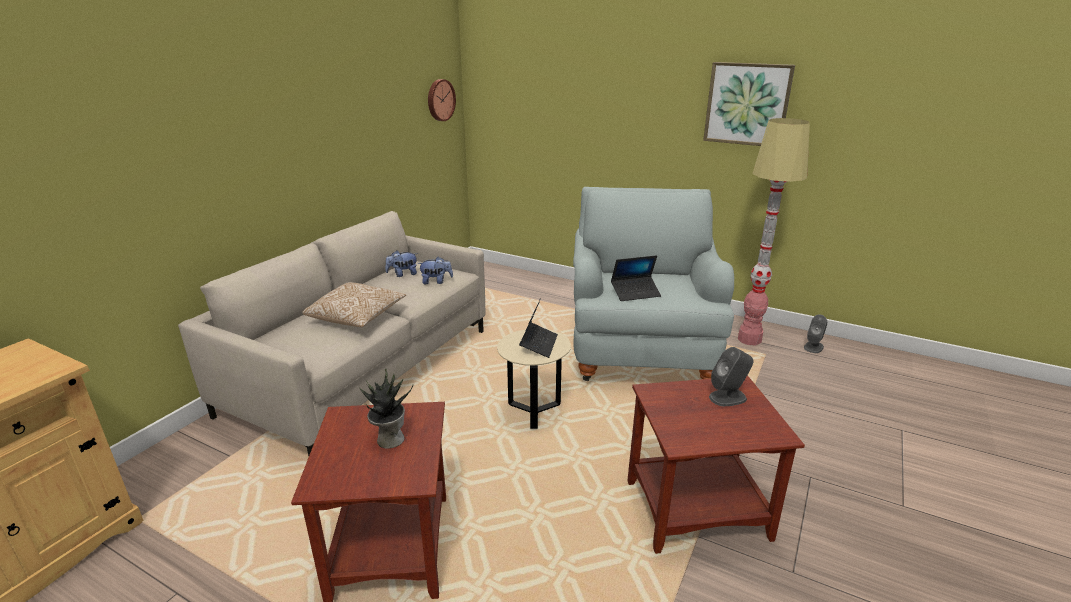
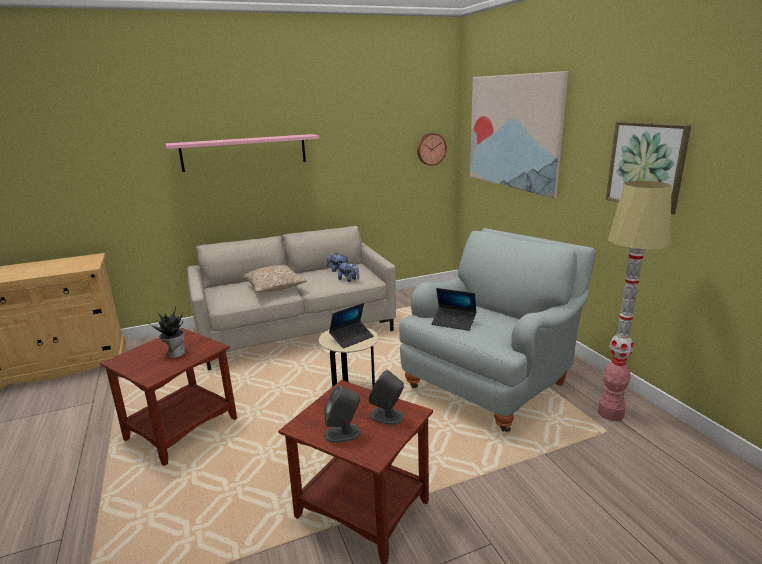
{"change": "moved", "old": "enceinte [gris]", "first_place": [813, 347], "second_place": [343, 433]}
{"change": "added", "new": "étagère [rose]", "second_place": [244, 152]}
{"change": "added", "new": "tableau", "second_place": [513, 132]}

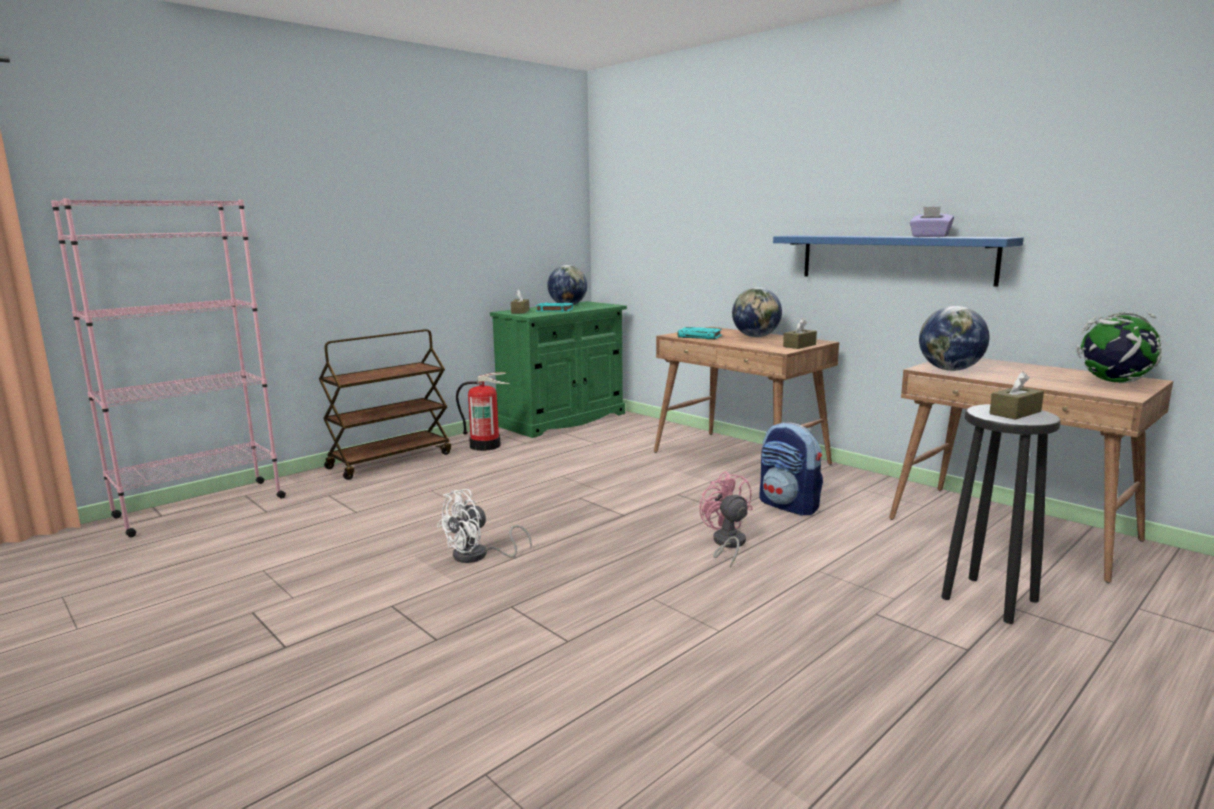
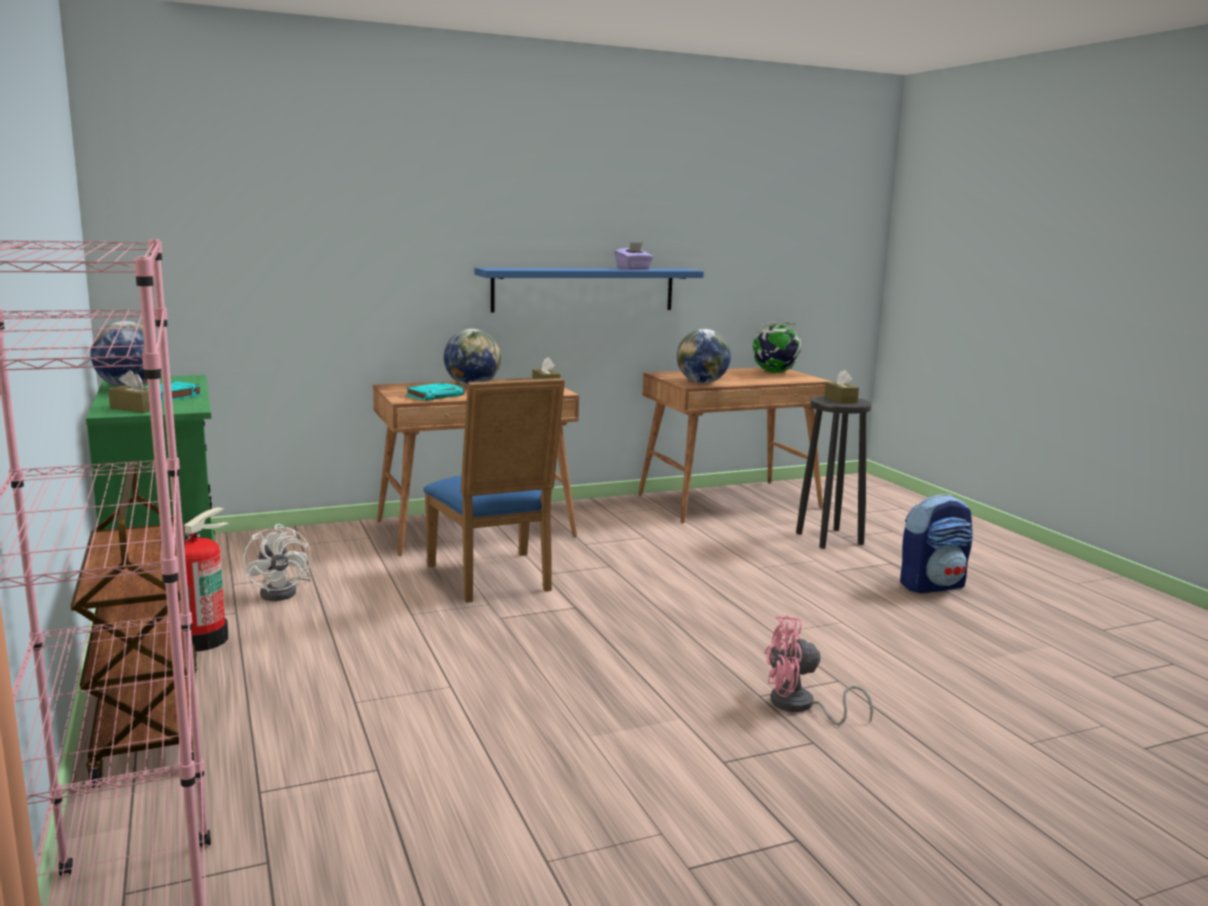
{"change": "moved", "old": "ventilateur [blanc]", "first_place": [478, 556], "second_place": [284, 592]}
{"change": "moved", "old": "ventilateur [rose]", "first_place": [727, 544], "second_place": [800, 706]}
{"change": "moved", "old": "sac à dos", "first_place": [789, 506], "second_place": [932, 585]}
{"change": "added", "new": "chaise [bleu]", "second_place": [494, 580]}

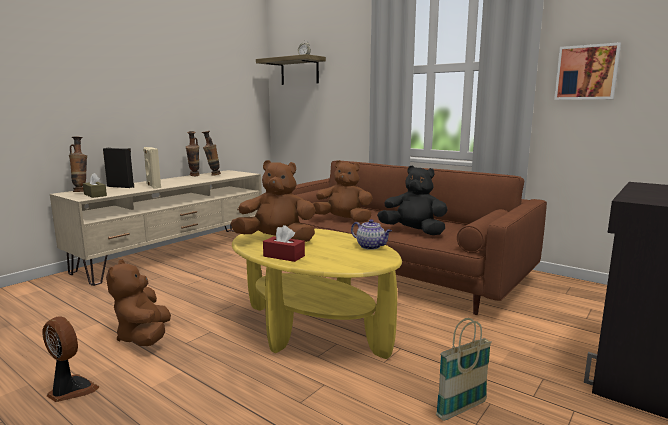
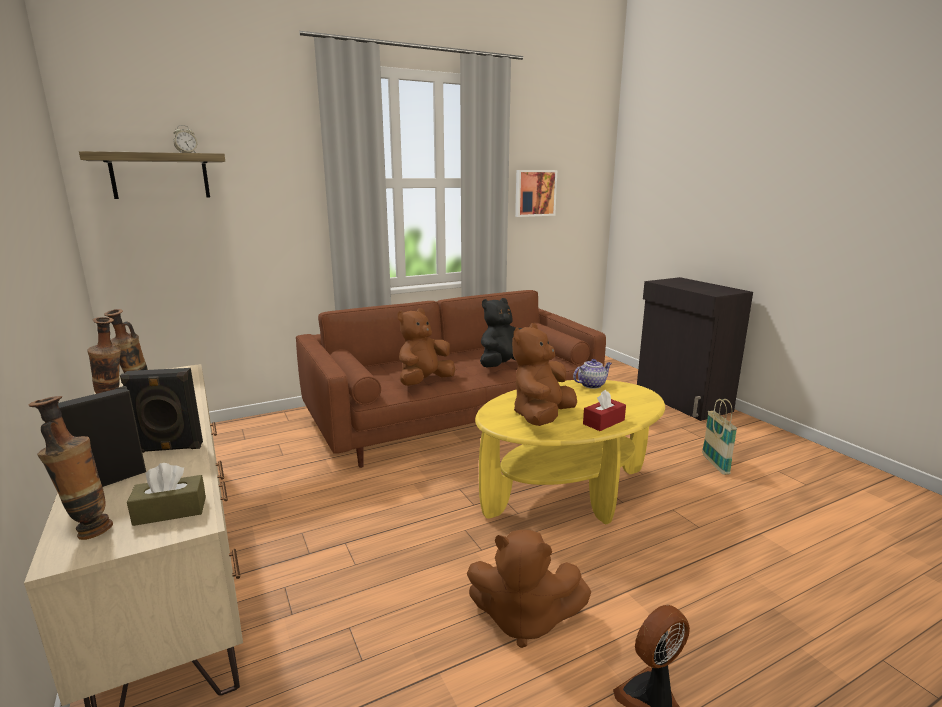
{"change": "recoloured", "old": "enceinte [beige]", "new": "enceinte [noir]", "first_place": [153, 186], "second_place": [169, 448]}

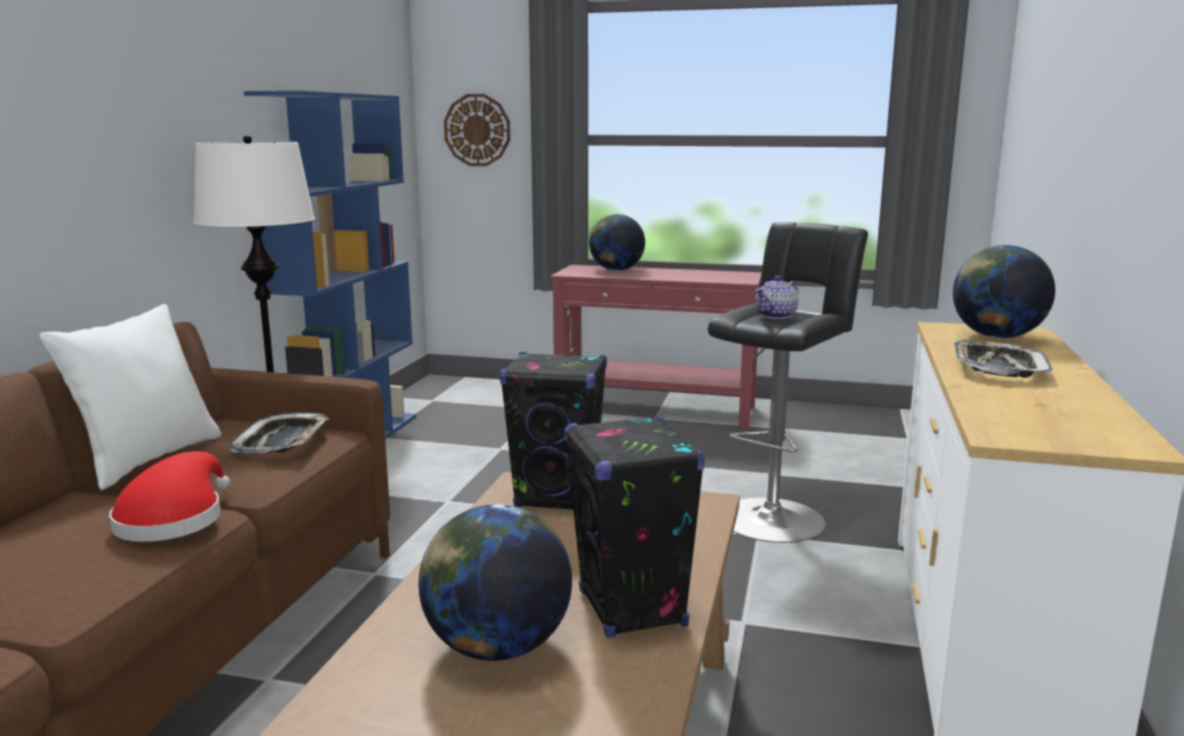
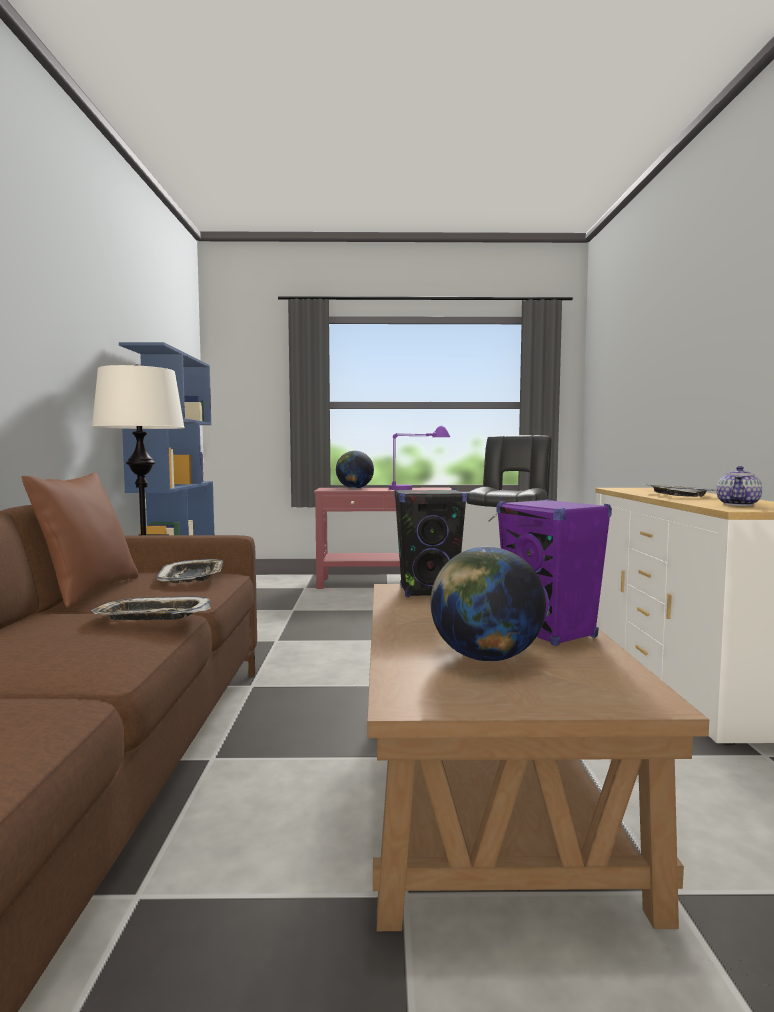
{"change": "recoloured", "old": "coussin [blanc]", "new": "coussin [marron]", "first_place": [147, 459], "second_place": [88, 591]}
{"change": "replaced", "old": "chapeau [rouge]", "new": "plateau", "first_place": [174, 519], "second_place": [153, 616]}
{"change": "removed", "old": "horloge murale", "first_place": [477, 130]}
{"change": "recoloured", "old": "enceinte [noir]", "new": "enceinte [violet]", "first_place": [632, 609], "second_place": [551, 633]}
{"change": "moved", "old": "théière", "first_place": [776, 316], "second_place": [738, 504]}
{"change": "removed", "old": "globe", "first_place": [996, 336]}
{"change": "added", "new": "lampe de table [violet]", "second_place": [418, 488]}

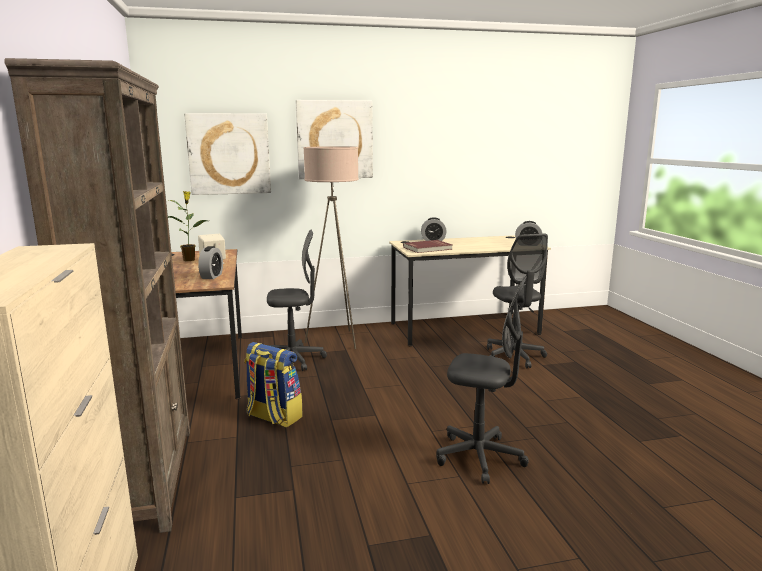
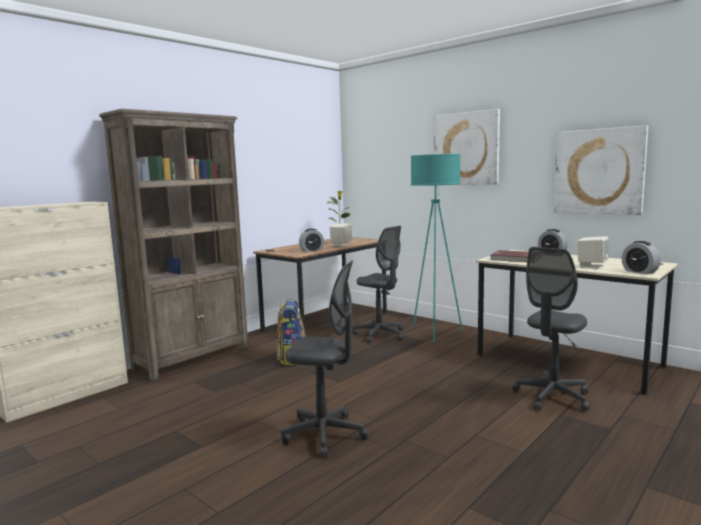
{"change": "moved", "old": "tableau", "first_place": [229, 154], "second_place": [598, 171]}
{"change": "recoloured", "old": "lampadaire [beige]", "new": "lampadaire [turquoise]", "first_place": [336, 340], "second_place": [436, 333]}
{"change": "turned", "old": "chaise de bureau [gris]", "first_place": [480, 457], "second_place": [324, 435], "degrees": -60}
{"change": "added", "new": "enceinte [beige]", "second_place": [591, 266]}

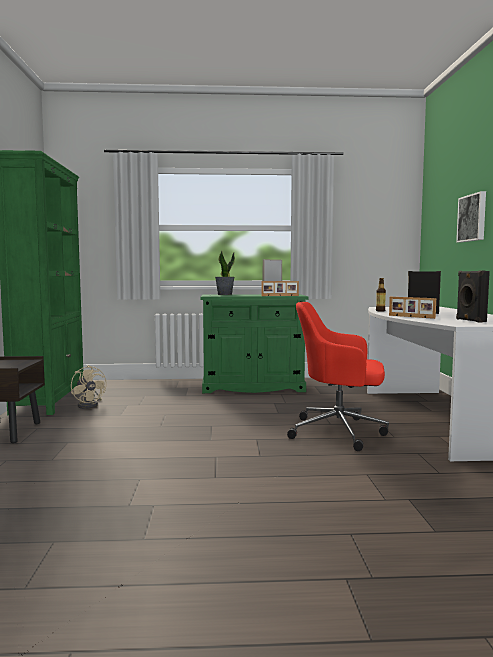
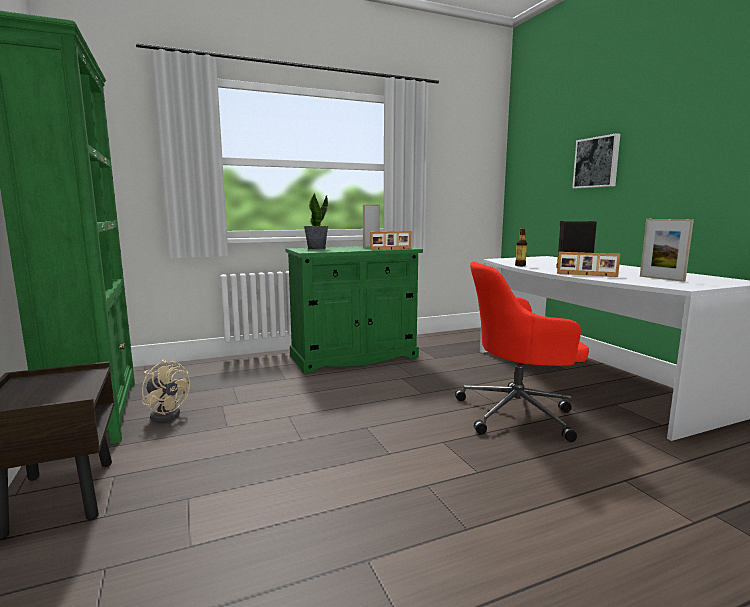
{"change": "replaced", "old": "enceinte [noir]", "new": "cadre photo", "first_place": [470, 320], "second_place": [661, 278]}

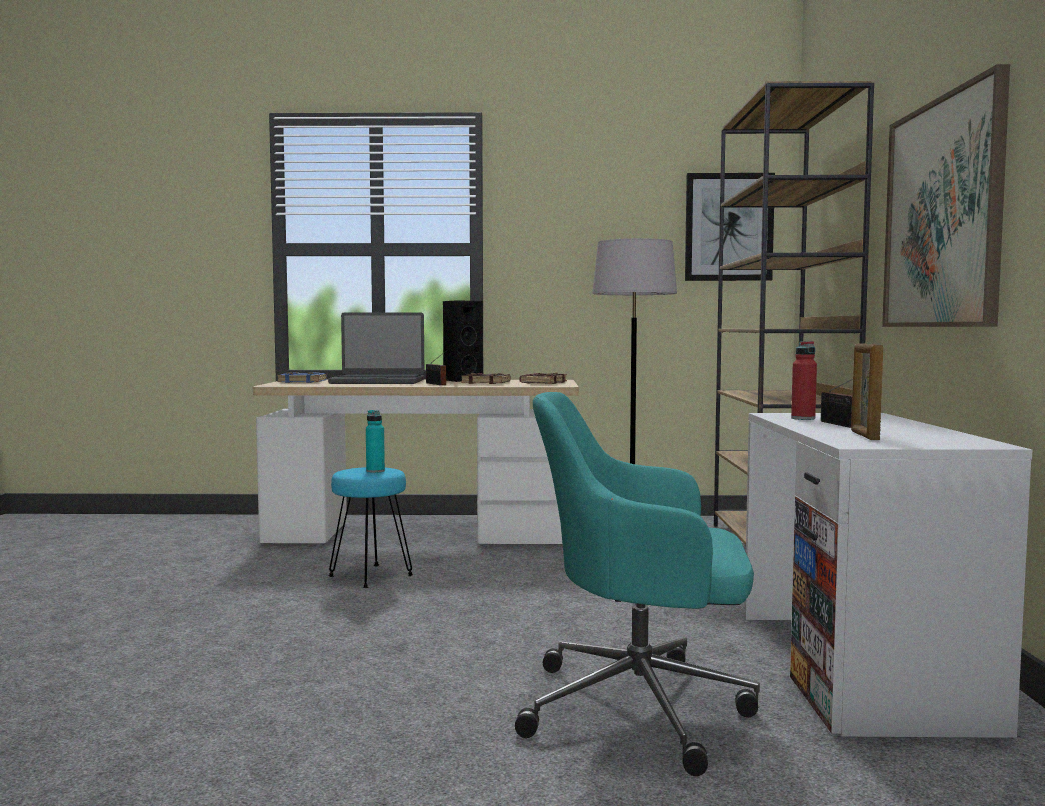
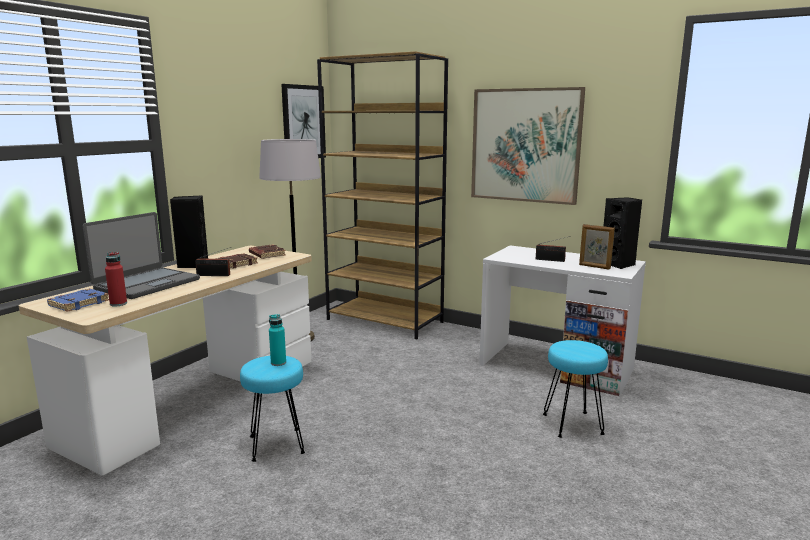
{"change": "replaced", "old": "chaise de bureau [turquoise]", "new": "tabouret [turquoise]", "first_place": [642, 708], "second_place": [571, 424]}
{"change": "moved", "old": "bouteille [rouge]", "first_place": [803, 418], "second_place": [118, 304]}
{"change": "added", "new": "enceinte [noir]", "second_place": [619, 264]}

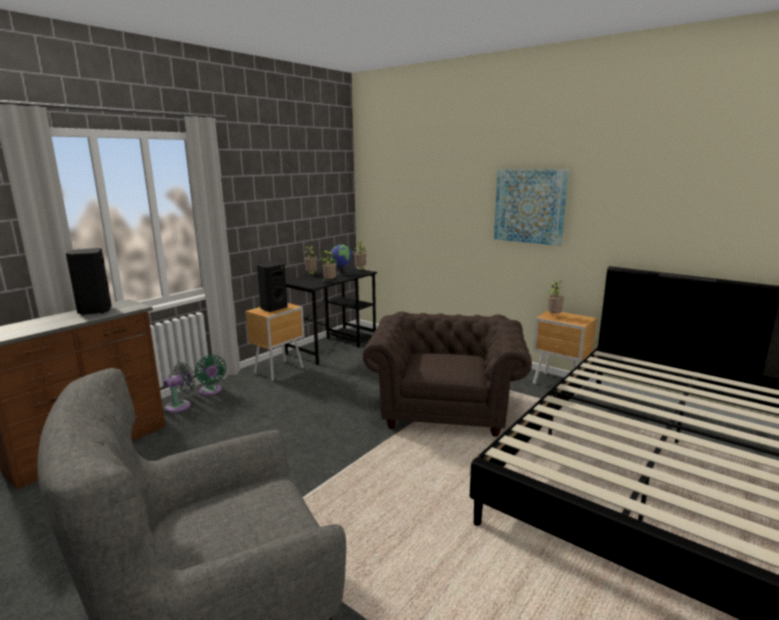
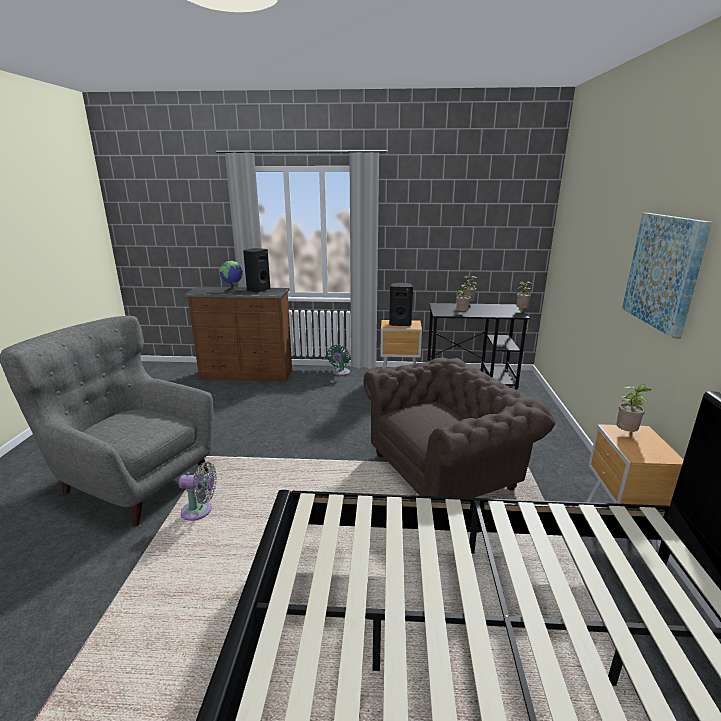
{"change": "moved", "old": "ventilateur [gris]", "first_place": [181, 405], "second_place": [200, 511]}
{"change": "moved", "old": "globe", "first_place": [341, 273], "second_place": [233, 290]}

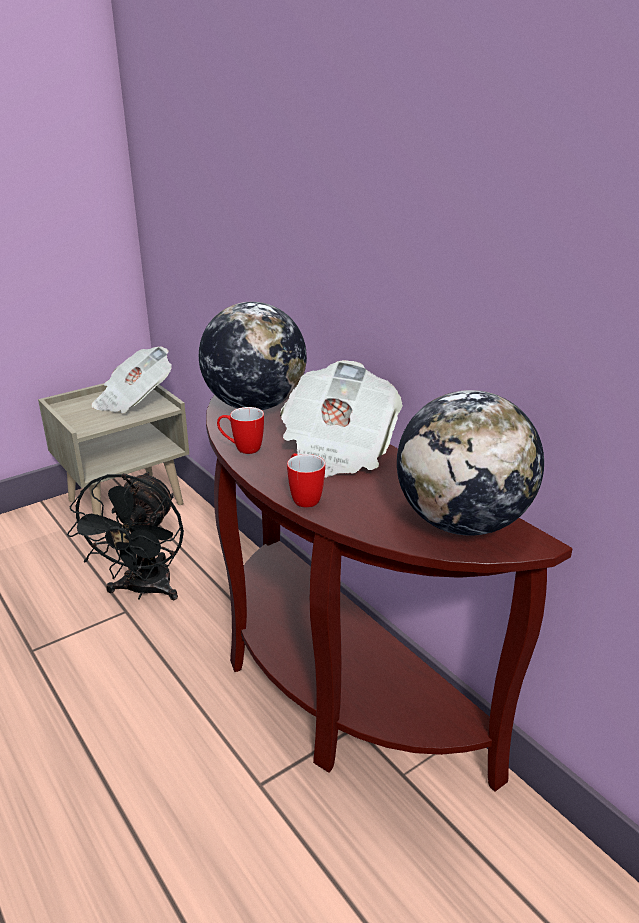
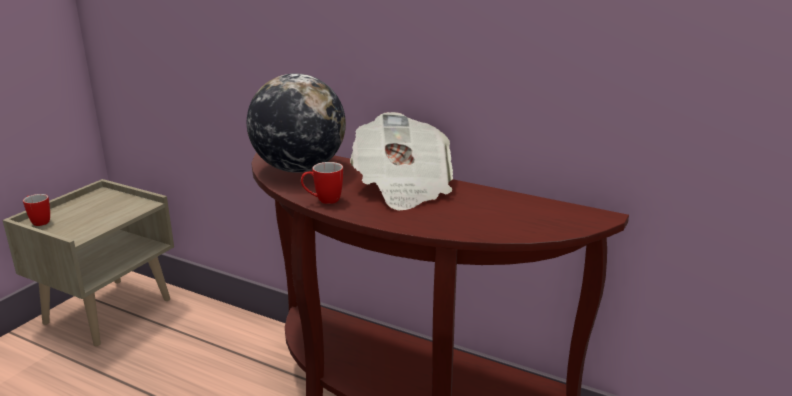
{"change": "removed", "old": "ventilateur [noir]", "first_place": [144, 591]}
{"change": "removed", "old": "journal", "first_place": [133, 400]}
{"change": "moved", "old": "mug", "first_place": [303, 497], "second_place": [39, 221]}
{"change": "removed", "old": "globe", "first_place": [462, 523]}

